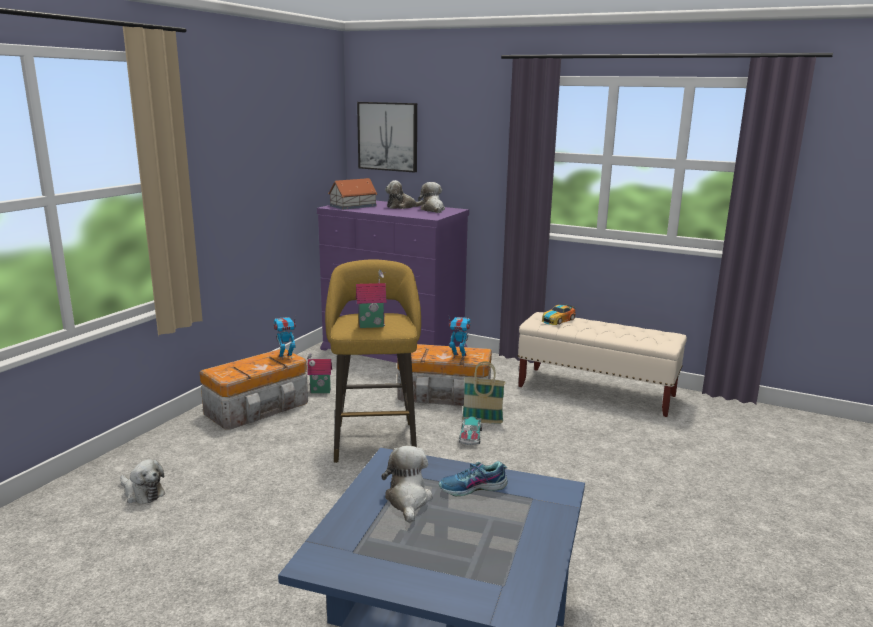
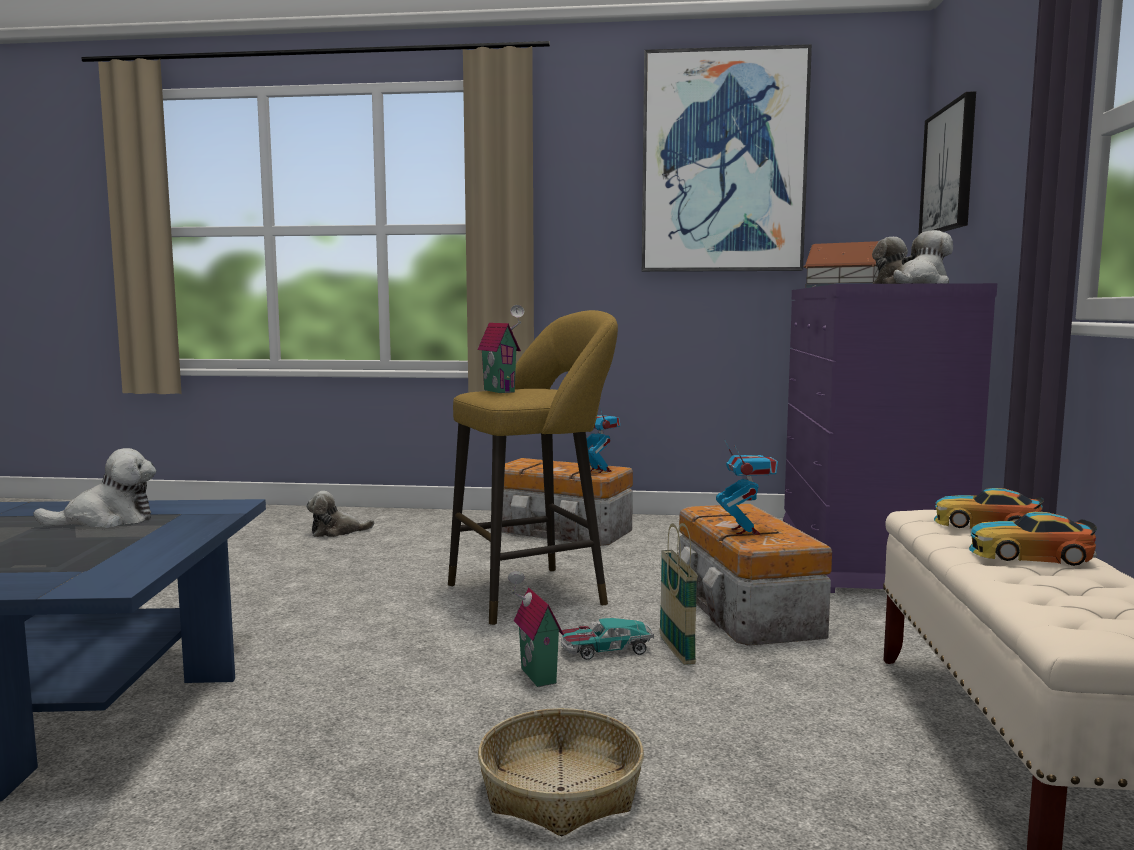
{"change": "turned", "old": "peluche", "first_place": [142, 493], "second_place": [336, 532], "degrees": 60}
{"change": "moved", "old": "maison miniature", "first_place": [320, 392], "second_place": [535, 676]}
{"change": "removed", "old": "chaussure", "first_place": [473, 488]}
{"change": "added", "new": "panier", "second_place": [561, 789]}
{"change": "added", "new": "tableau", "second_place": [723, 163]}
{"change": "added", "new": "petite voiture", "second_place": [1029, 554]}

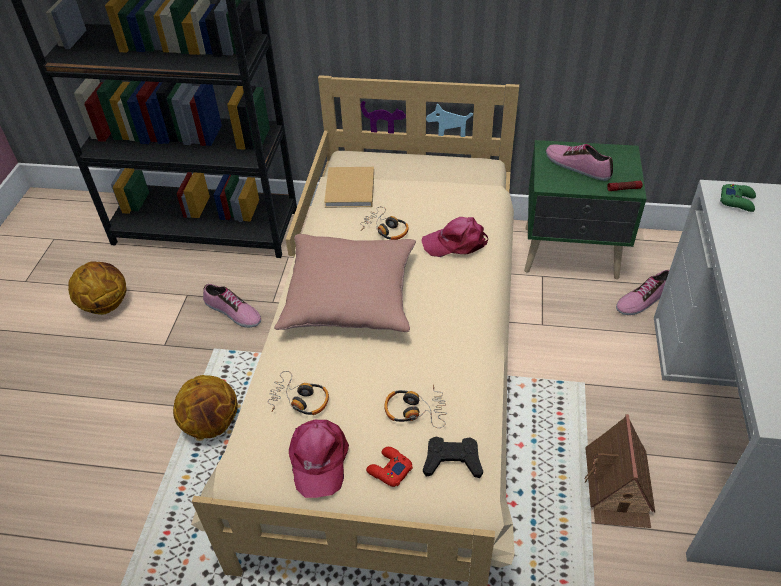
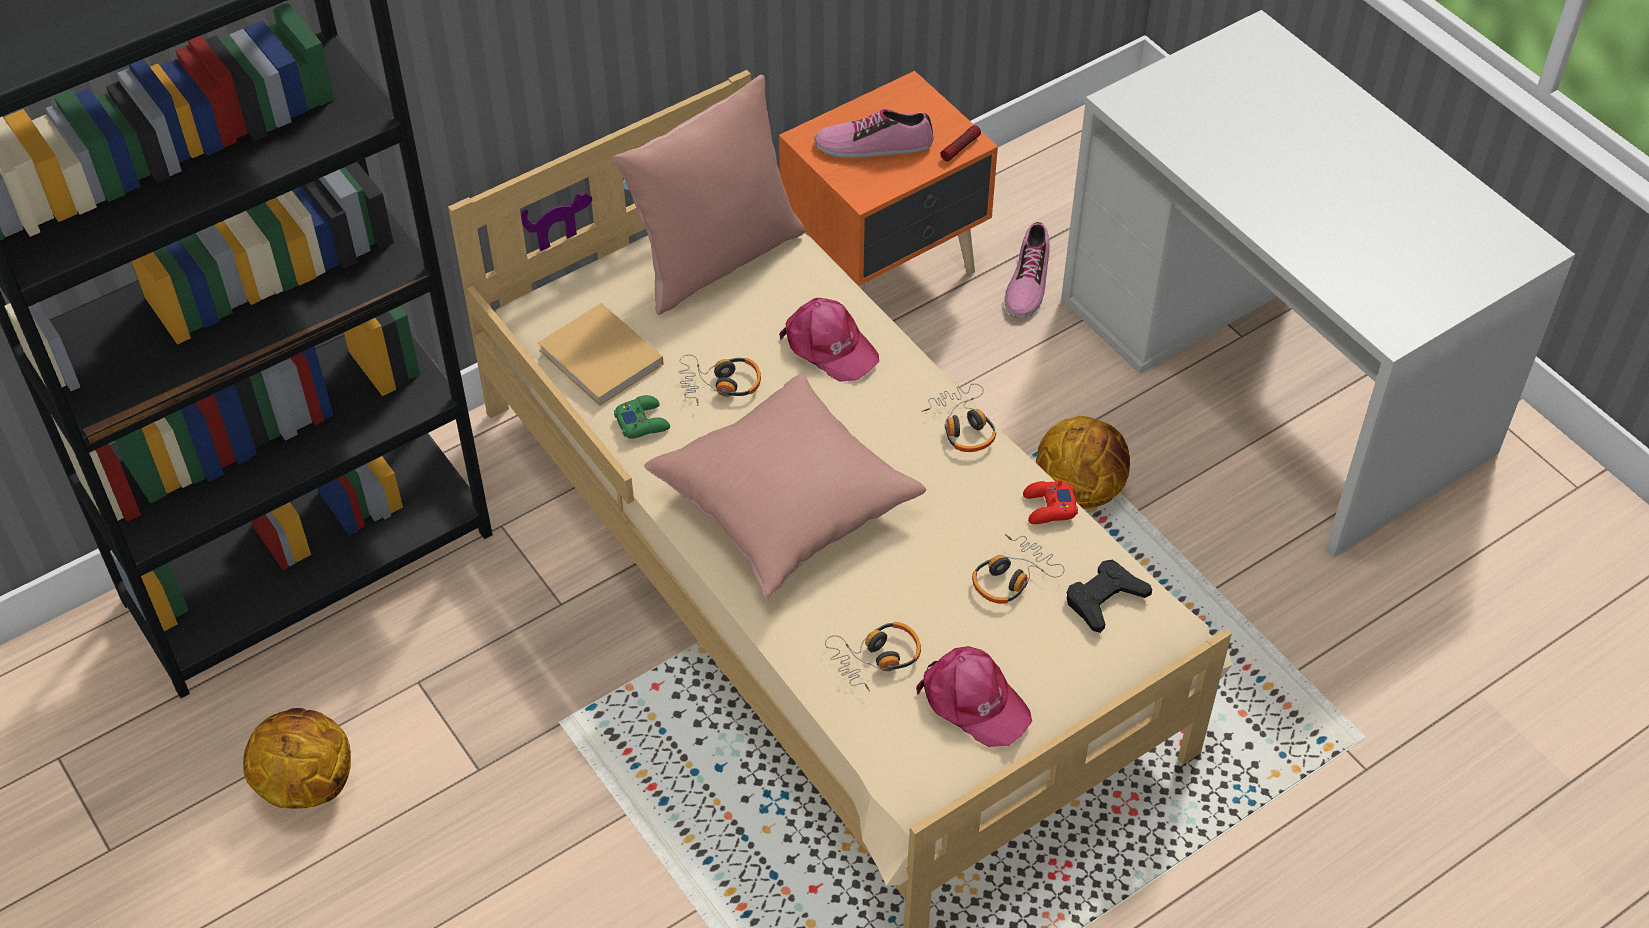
{"change": "moved", "old": "ballon de basket", "first_place": [212, 424], "second_place": [1080, 490]}
{"change": "removed", "old": "chaussure", "first_place": [232, 312]}
{"change": "moved", "old": "manette [rouge]", "first_place": [389, 469], "second_place": [1049, 507]}
{"change": "turned", "old": "casquette [rose]", "first_place": [456, 243], "second_place": [829, 346], "degrees": -90}
{"change": "recoloured", "old": "table de chevet [vert]", "new": "table de chevet [orange]", "first_place": [572, 254], "second_place": [886, 272]}
{"change": "removed", "old": "maison miniature", "first_place": [618, 487]}
{"change": "moved", "old": "manette [vert]", "first_place": [737, 201], "second_place": [642, 422]}
{"change": "added", "new": "coussin [rose]", "second_place": [715, 259]}
{"change": "added", "new": "casque audio", "second_place": [963, 425]}

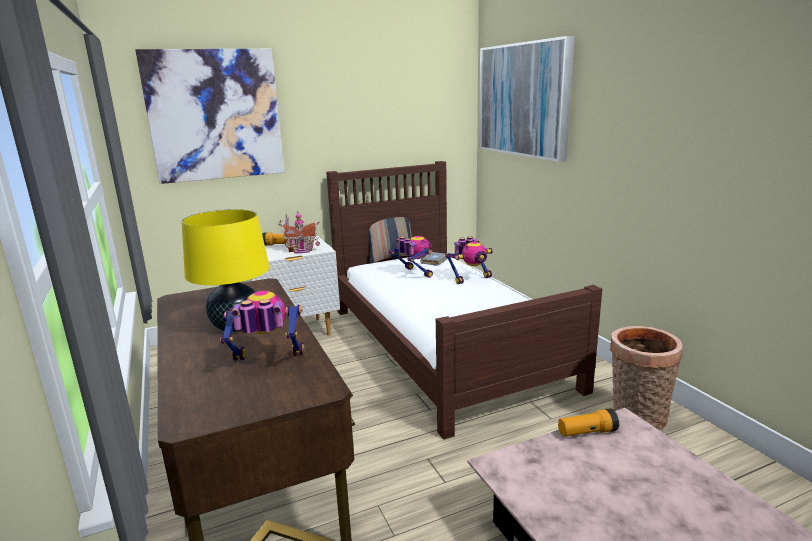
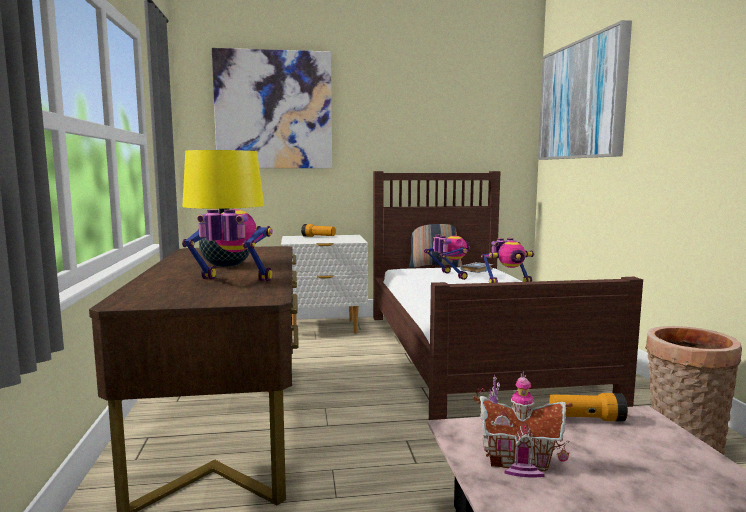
{"change": "moved", "old": "maison miniature", "first_place": [301, 250], "second_place": [520, 465]}

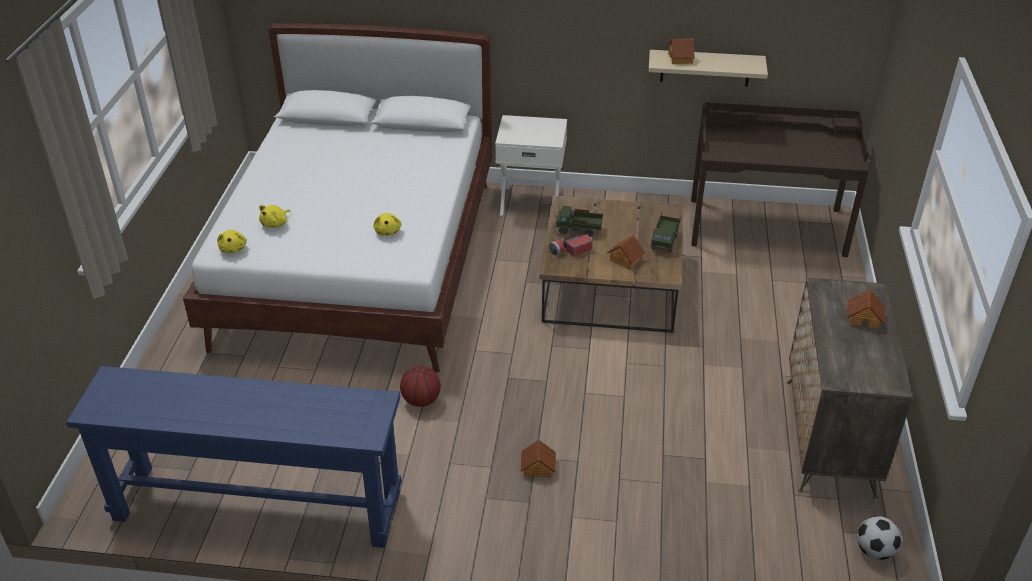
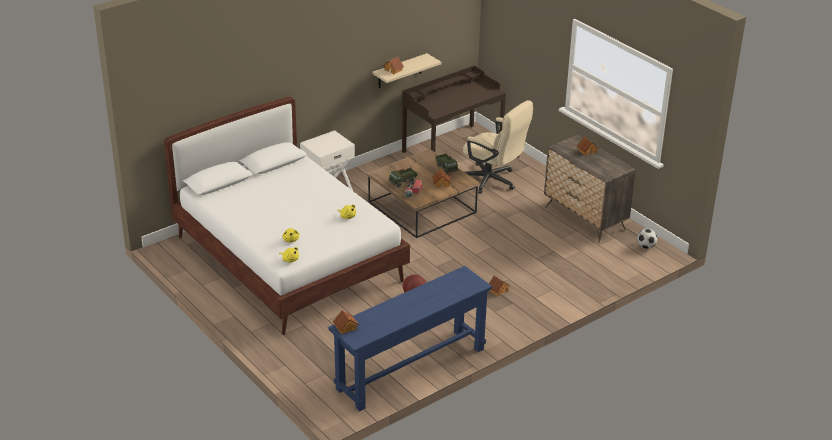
{"change": "added", "new": "maison miniature", "second_place": [345, 327]}
{"change": "added", "new": "chaise de bureau [beige]", "second_place": [493, 181]}

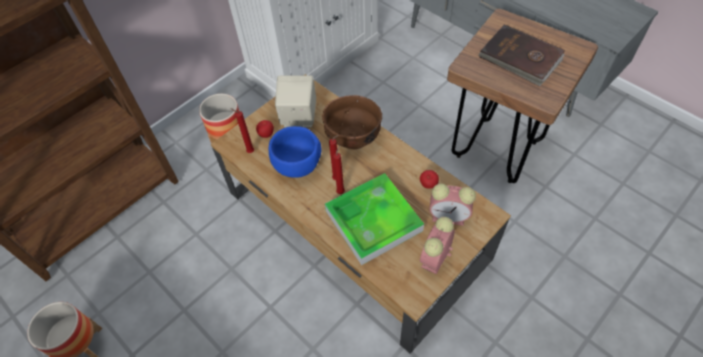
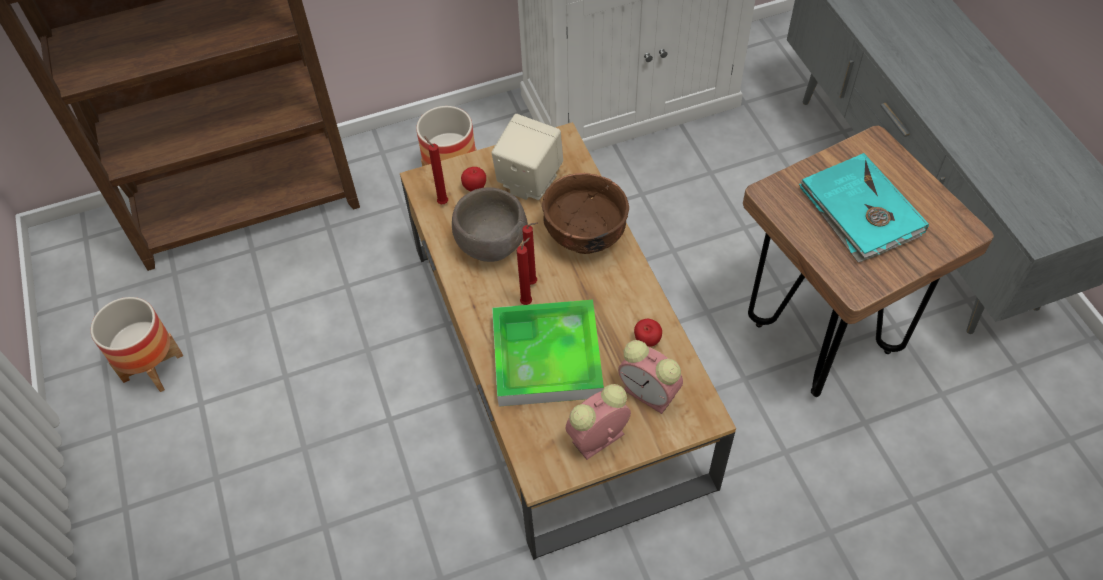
{"change": "recoloured", "old": "bol [bleu]", "new": "bol [marron]", "first_place": [297, 166], "second_place": [491, 245]}
{"change": "recoloured", "old": "livre [marron]", "new": "livre [turquoise]", "first_place": [520, 58], "second_place": [860, 211]}

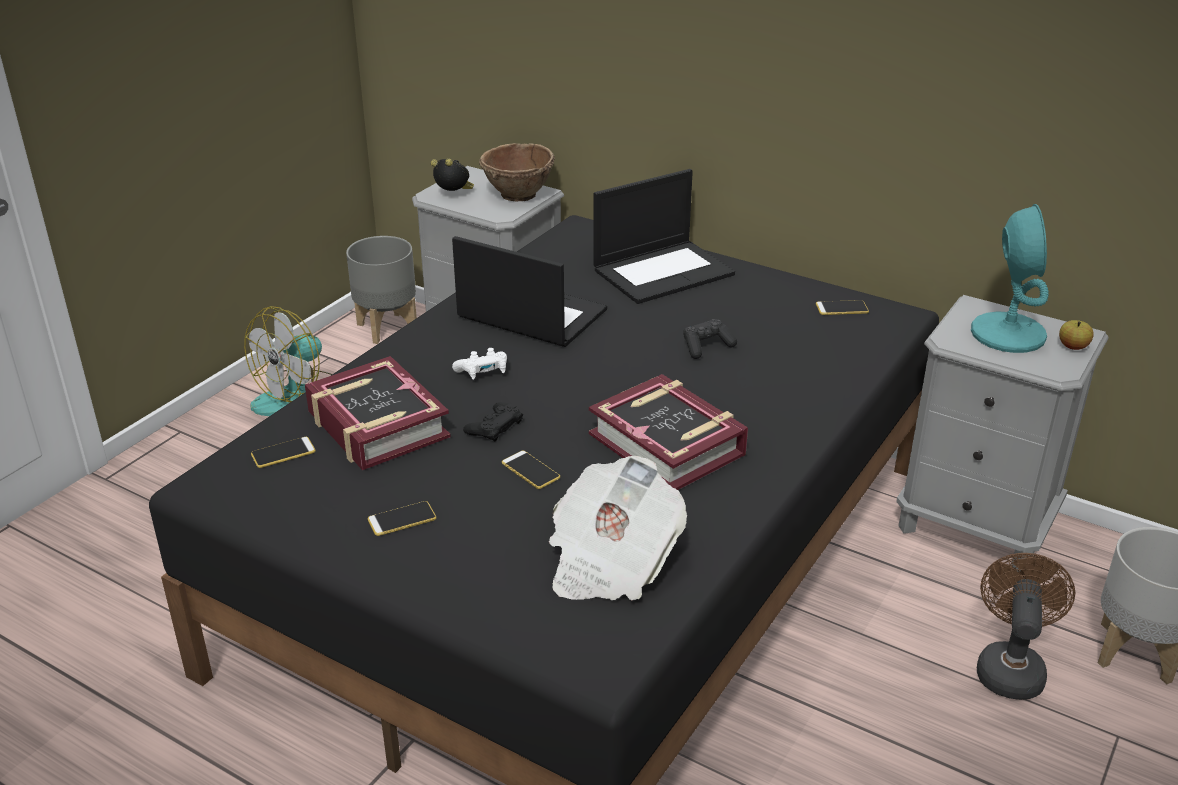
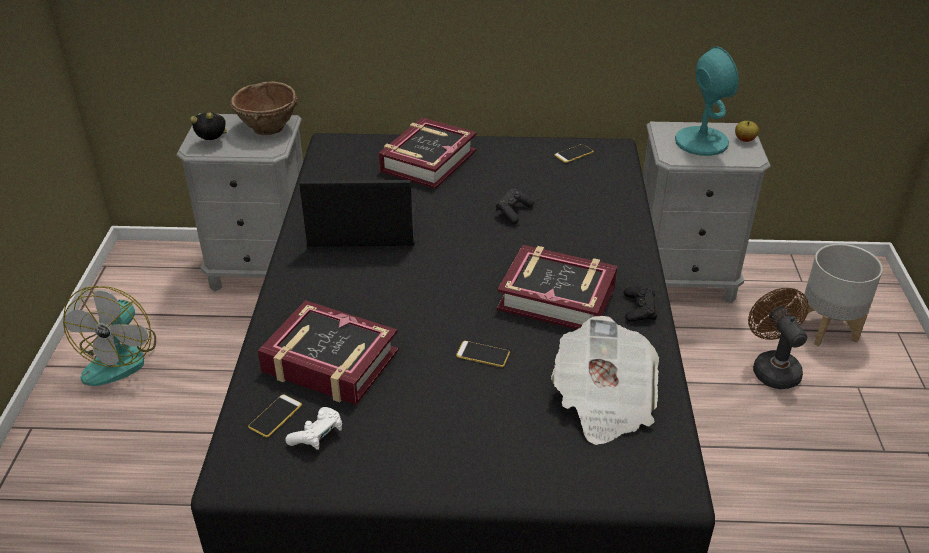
{"change": "removed", "old": "cache-pot [gris]", "first_place": [387, 328]}
{"change": "removed", "old": "téléphone", "first_place": [402, 519]}
{"change": "moved", "old": "manette [blanc]", "first_place": [483, 373], "second_place": [317, 435]}
{"change": "moved", "old": "manette [noir]", "first_place": [494, 426], "second_place": [639, 308]}
{"change": "replaced", "old": "ordinateur portable", "new": "livre", "first_place": [663, 271], "second_place": [427, 161]}

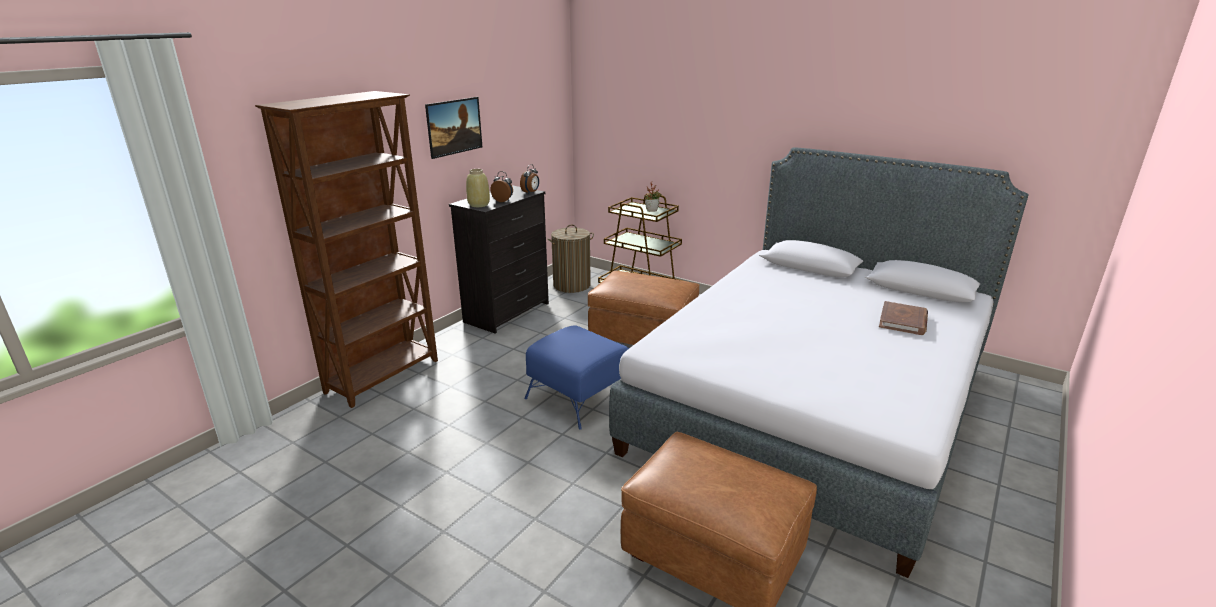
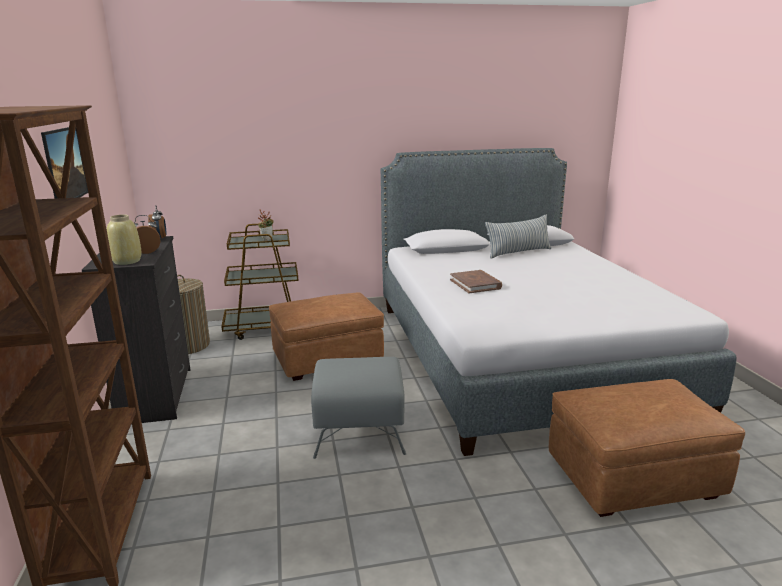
{"change": "recoloured", "old": "pouf [bleu]", "new": "pouf [gris]", "first_place": [579, 397], "second_place": [360, 430]}
{"change": "moved", "old": "livre [marron]", "first_place": [903, 321], "second_place": [475, 284]}
{"change": "added", "new": "coussin", "second_place": [518, 252]}

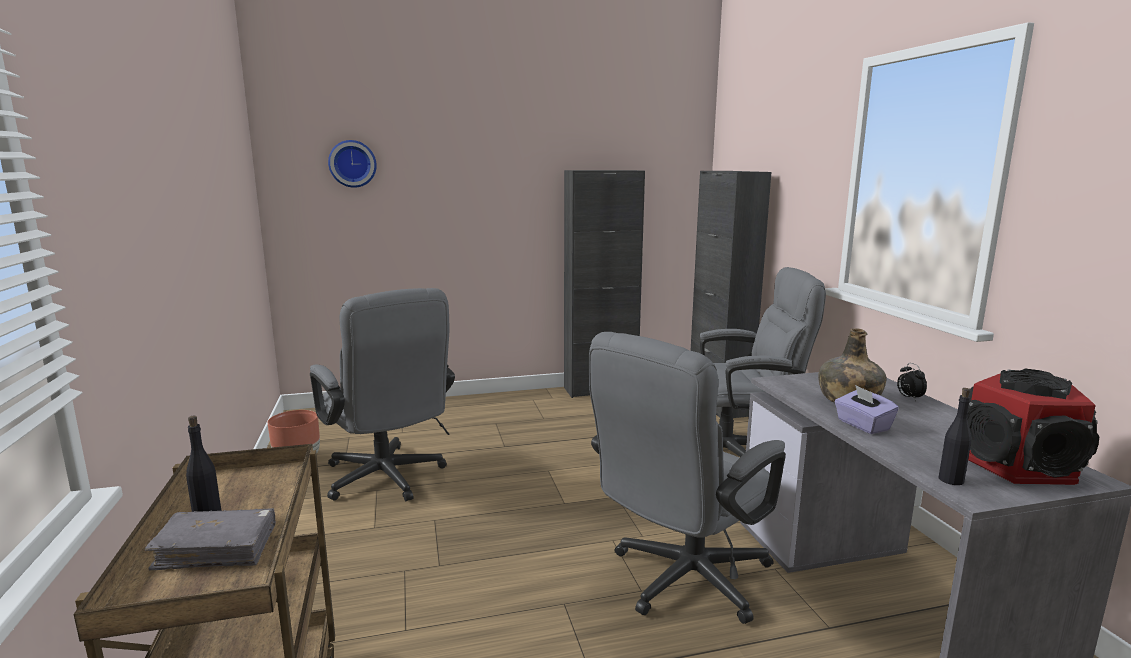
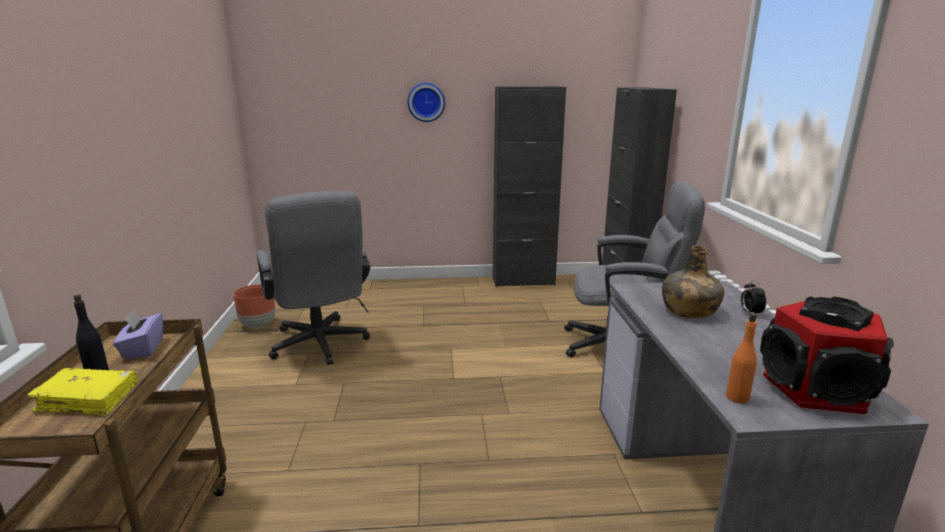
{"change": "recoloured", "old": "livre [gris]", "new": "livre [jaune]", "first_place": [217, 549], "second_place": [88, 399]}
{"change": "moved", "old": "horloge murale", "first_place": [352, 164], "second_place": [426, 102]}
{"change": "removed", "old": "chaise de bureau [gris]", "first_place": [681, 582]}
{"change": "moved", "old": "boîte à mouchoirs [violet]", "first_place": [862, 425], "second_place": [143, 349]}
{"change": "recoloured", "old": "bouteille [noir]", "new": "bouteille [orange]", "first_place": [951, 480], "second_place": [737, 397]}

